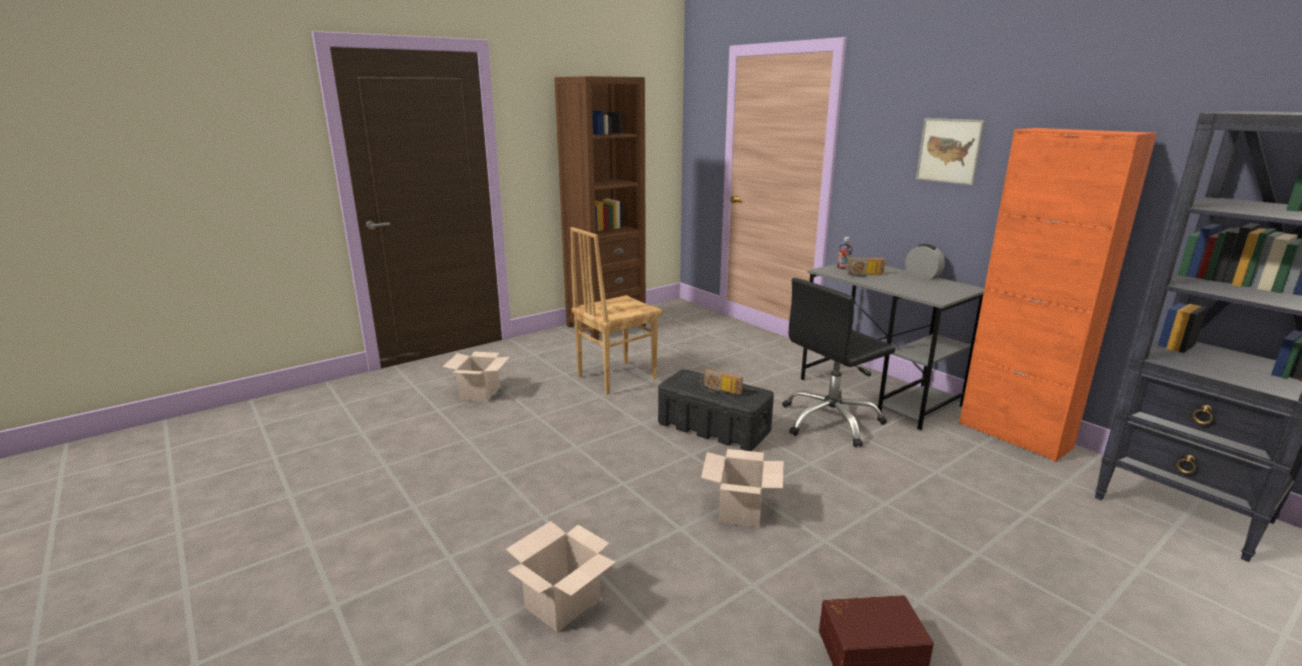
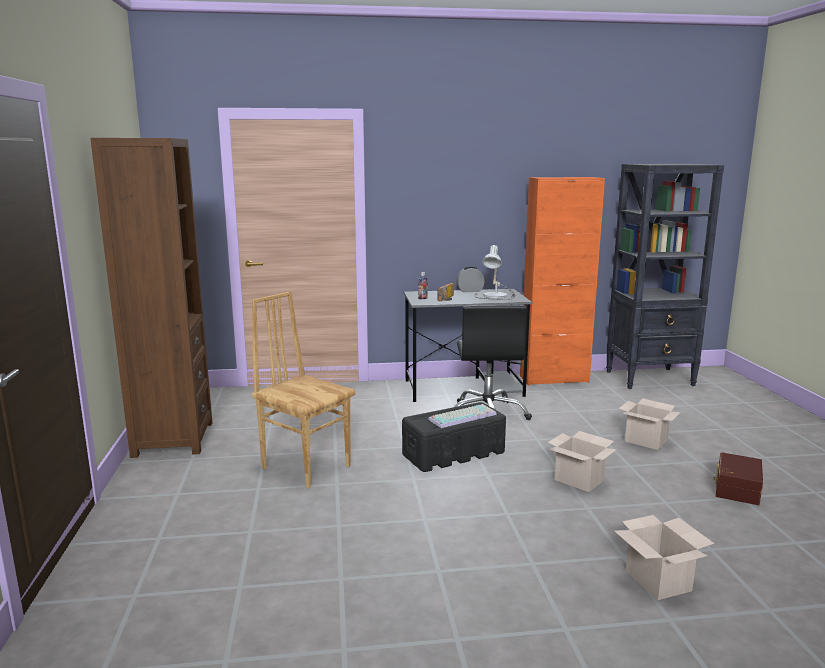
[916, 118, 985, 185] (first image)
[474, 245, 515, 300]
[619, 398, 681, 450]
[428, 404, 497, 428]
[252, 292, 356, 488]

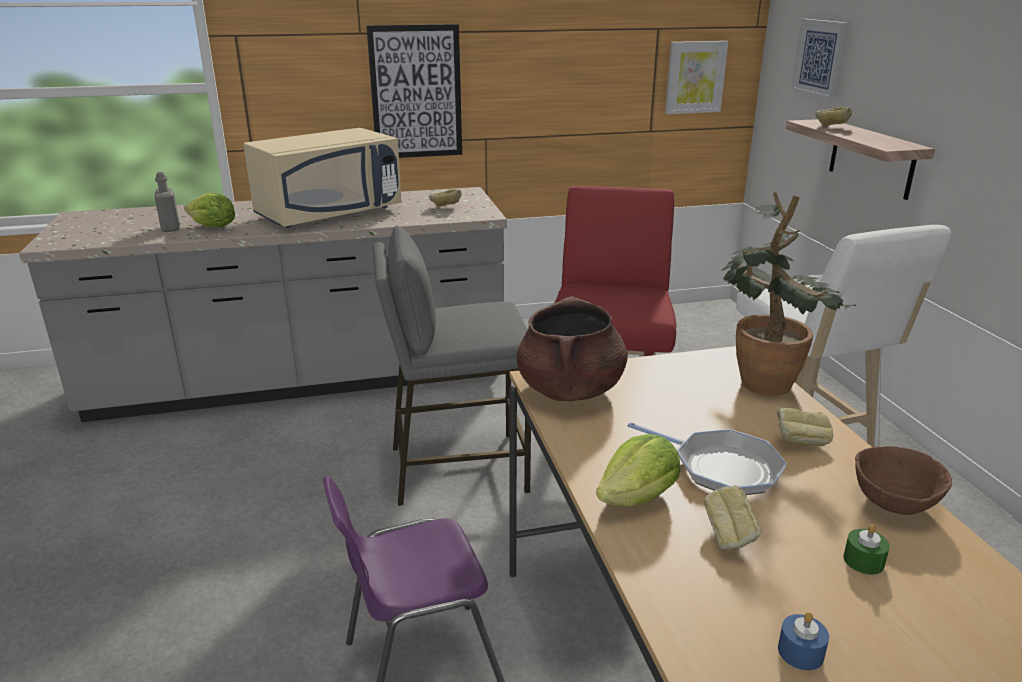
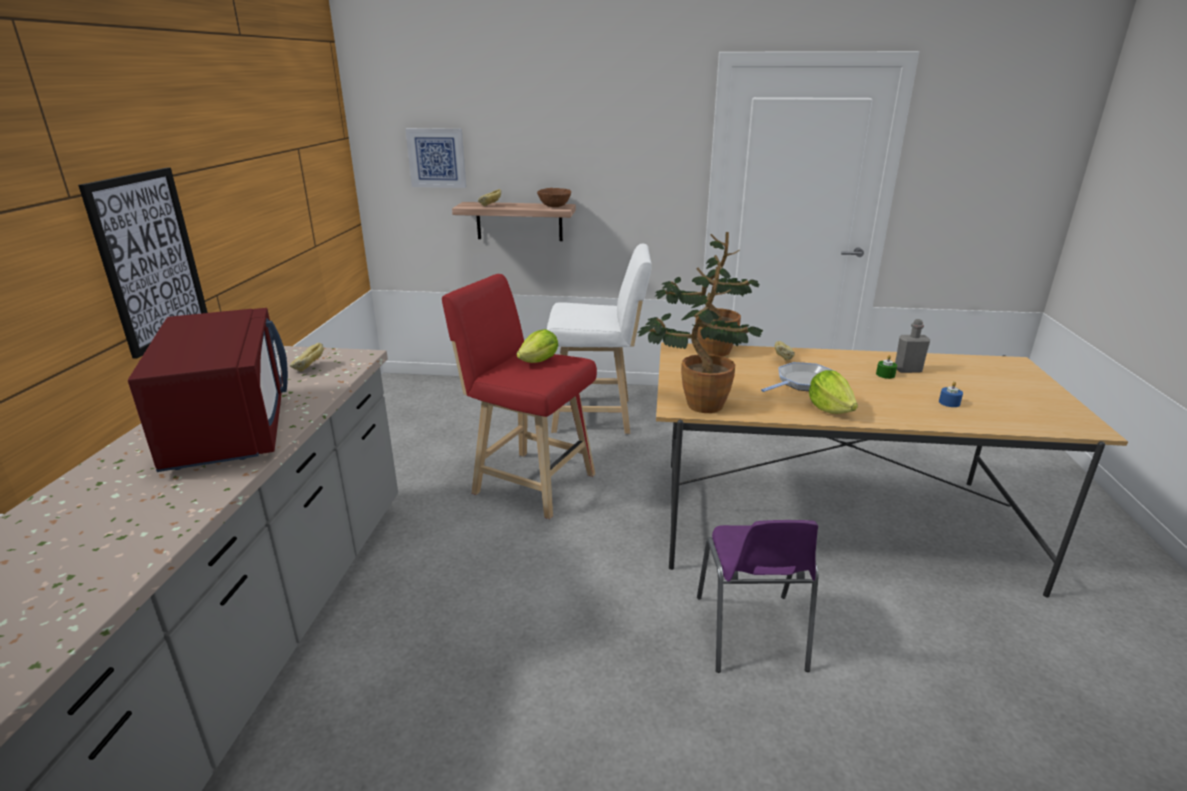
[373, 226, 531, 506] (first image)
[665, 41, 728, 114] (first image)
[704, 486, 762, 551] (first image)
[895, 319, 930, 373]
[516, 329, 558, 363]
[537, 188, 571, 207]
[638, 267, 763, 413]
[128, 308, 288, 472]

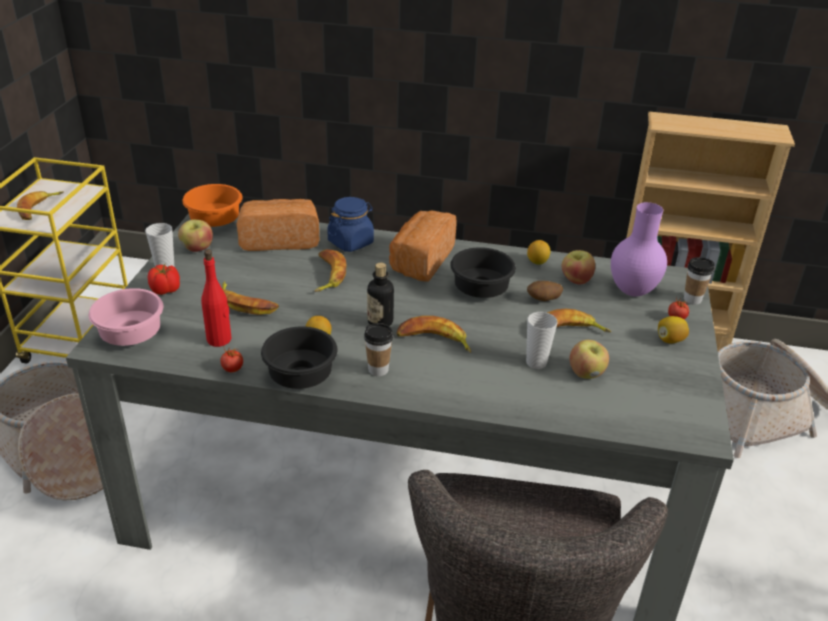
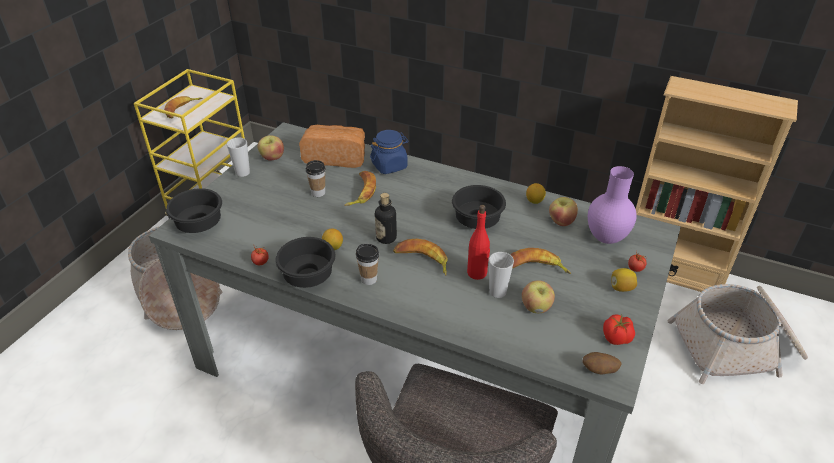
[182, 184, 242, 227] (first image)
[222, 281, 279, 315] (first image)
[389, 211, 457, 282] (first image)
[603, 314, 635, 345]
[467, 205, 490, 280]
[582, 352, 622, 374]
[306, 160, 326, 197]
[166, 188, 222, 233]

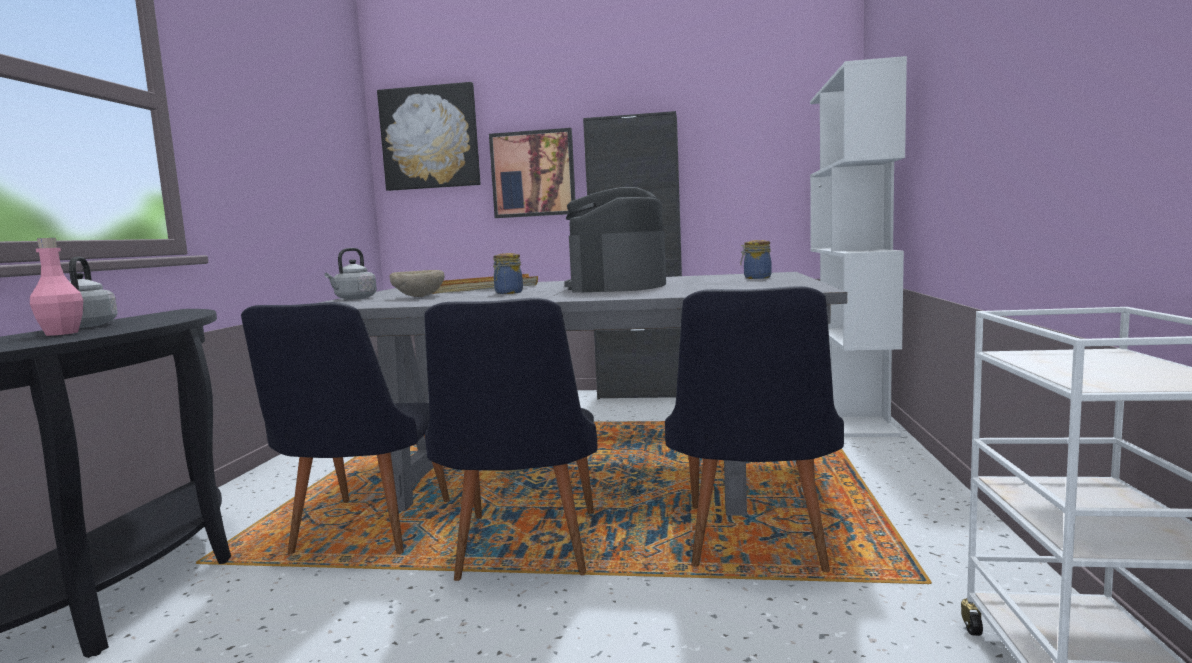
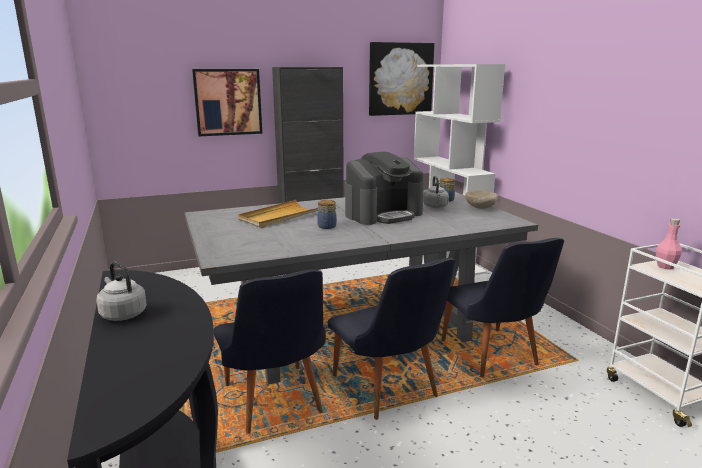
[656, 218, 682, 270]
[423, 176, 449, 208]
[369, 42, 434, 116]
[465, 190, 498, 209]
[345, 152, 424, 225]

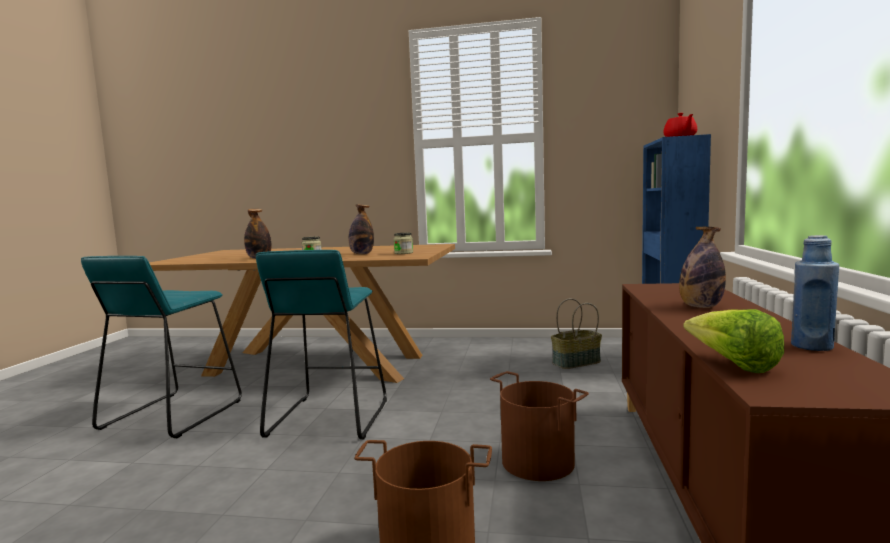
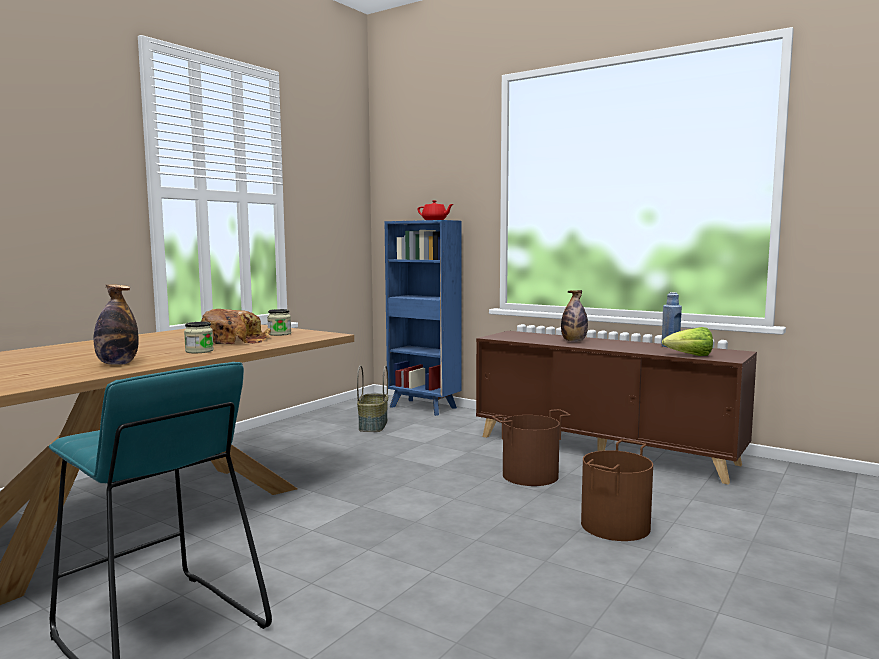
[256, 250, 387, 440] (first image)
[201, 309, 271, 344]

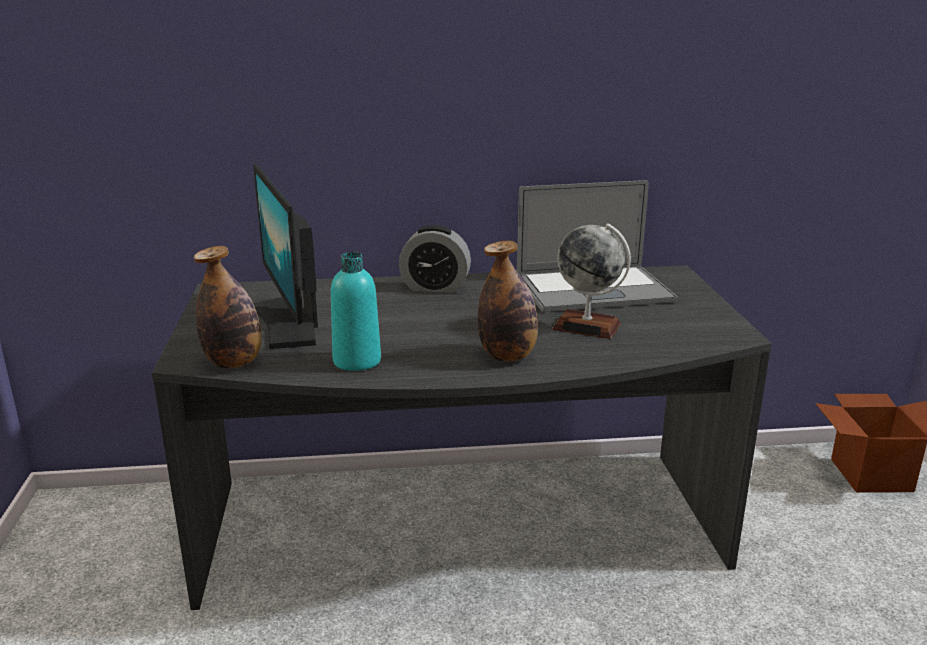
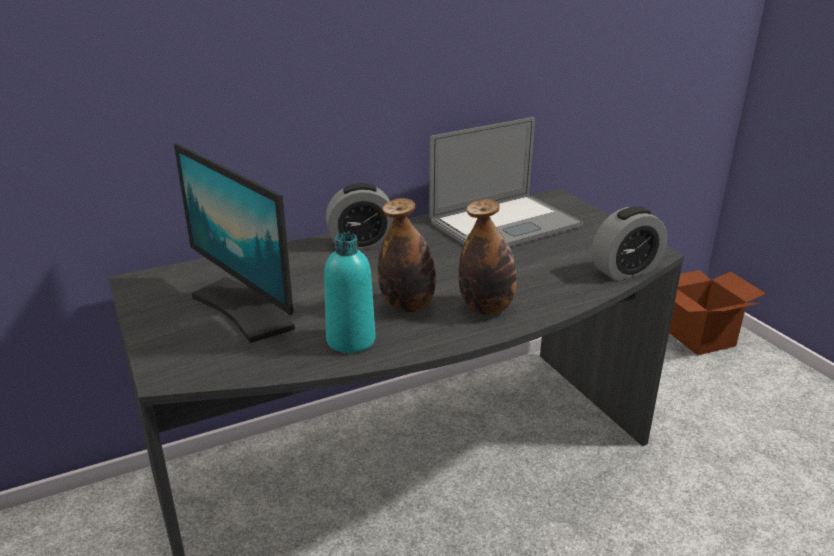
[552, 223, 631, 339] (first image)
[592, 206, 667, 281]
[378, 198, 436, 313]

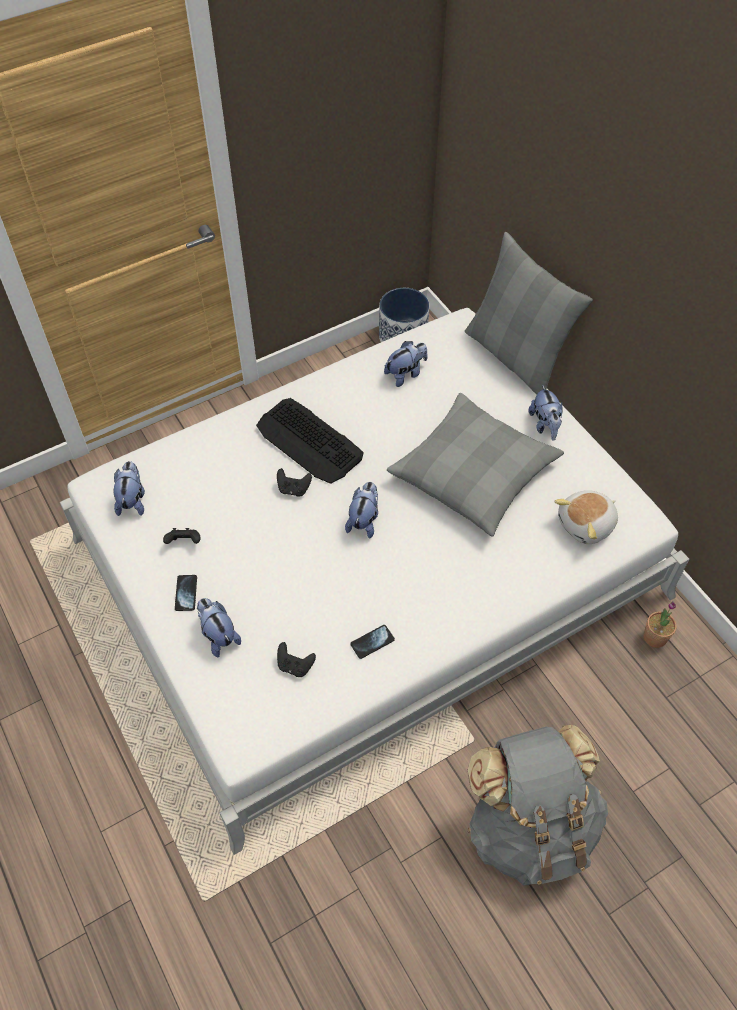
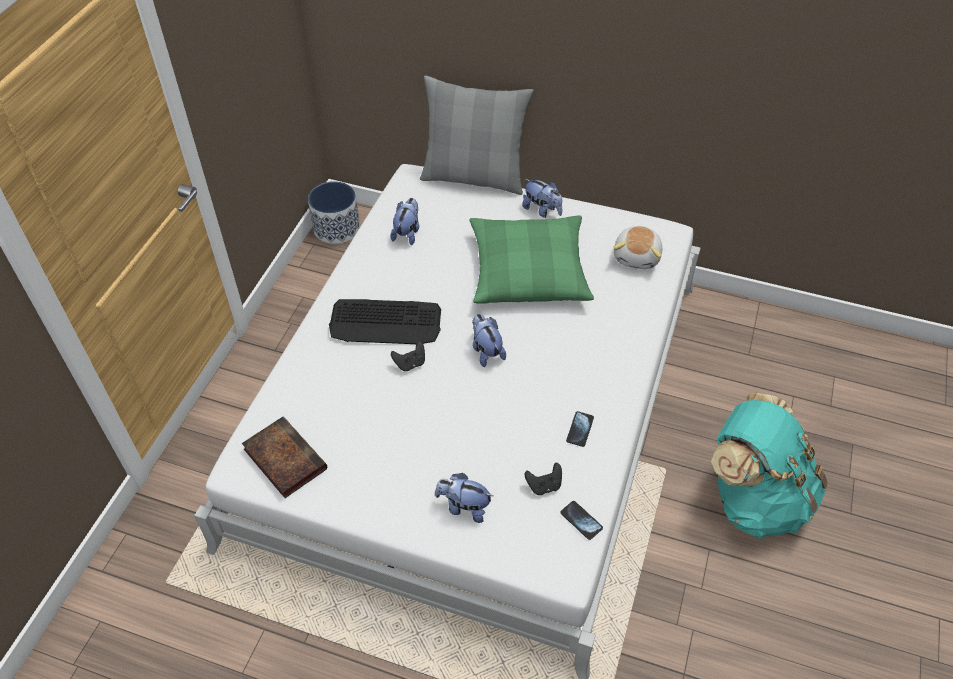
[163, 528, 200, 544] (first image)
[643, 601, 677, 648] (first image)
[560, 501, 603, 540]
[242, 417, 327, 498]
[470, 215, 594, 304]
[711, 392, 828, 539]

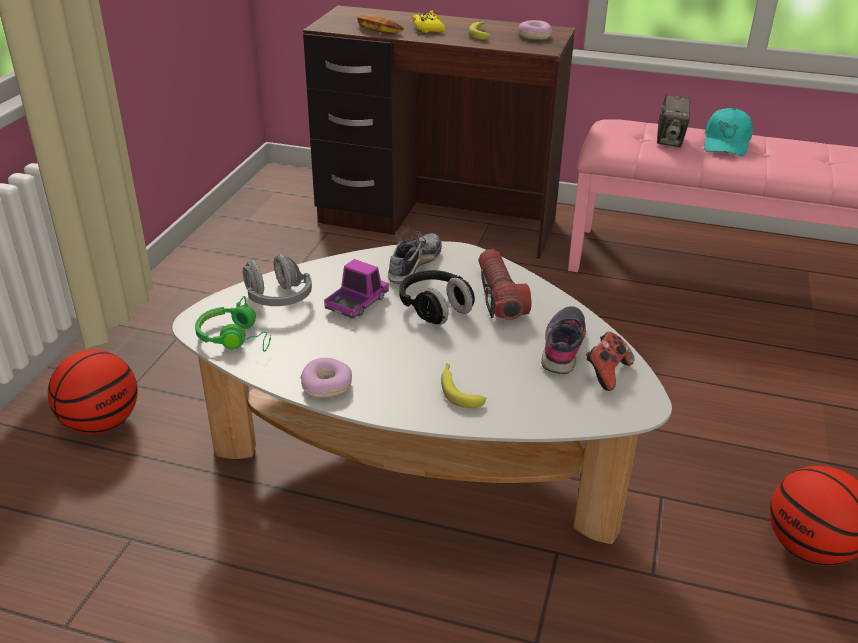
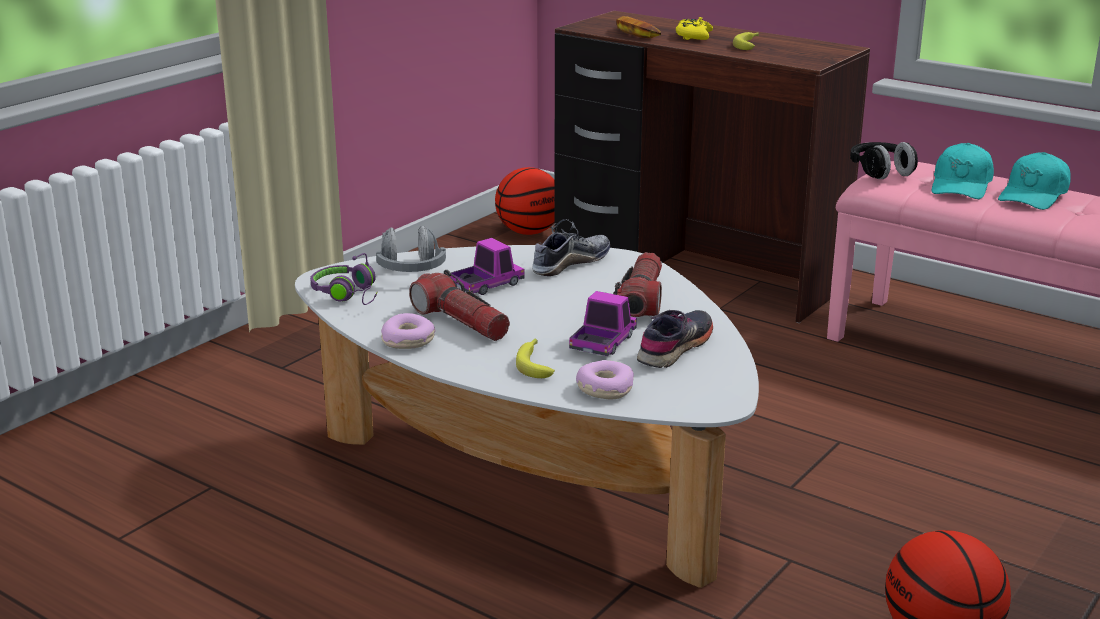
[586, 332, 635, 391] (first image)
[409, 270, 510, 341]
[569, 291, 637, 356]
[495, 167, 555, 235]
[850, 142, 918, 179]
[576, 360, 634, 399]
[931, 143, 994, 199]
[310, 253, 378, 305]

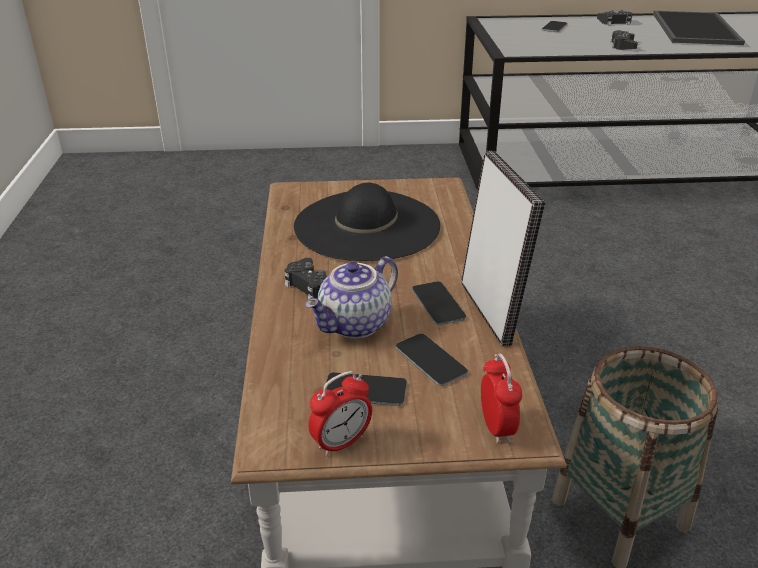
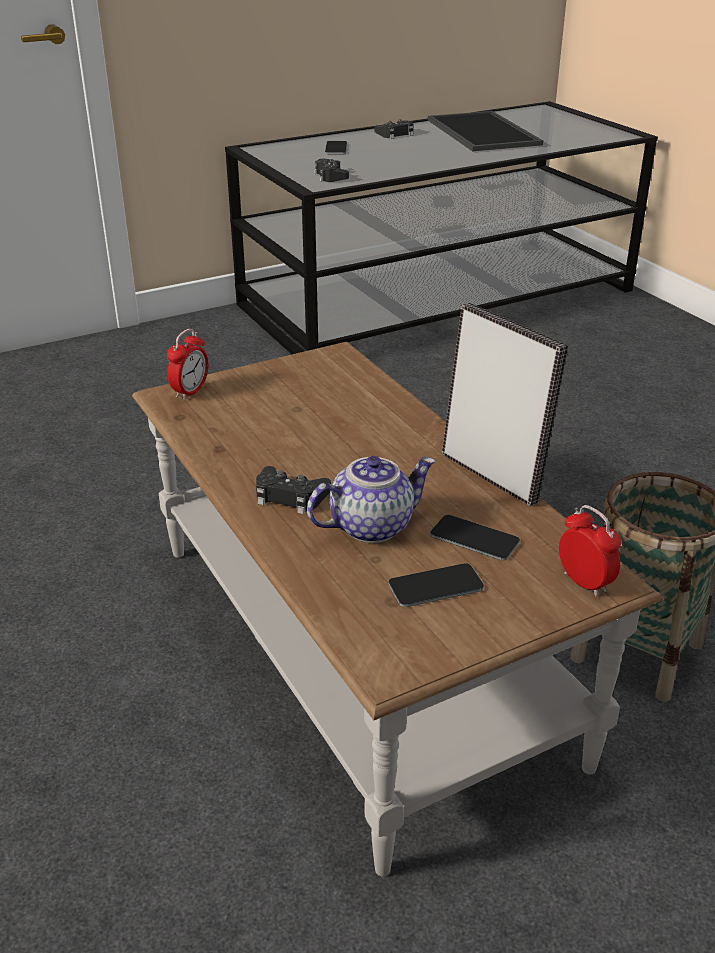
[294, 183, 440, 261] (first image)
[412, 281, 466, 325] (first image)
[167, 329, 208, 400]
[314, 158, 349, 182]
[307, 456, 436, 543]

